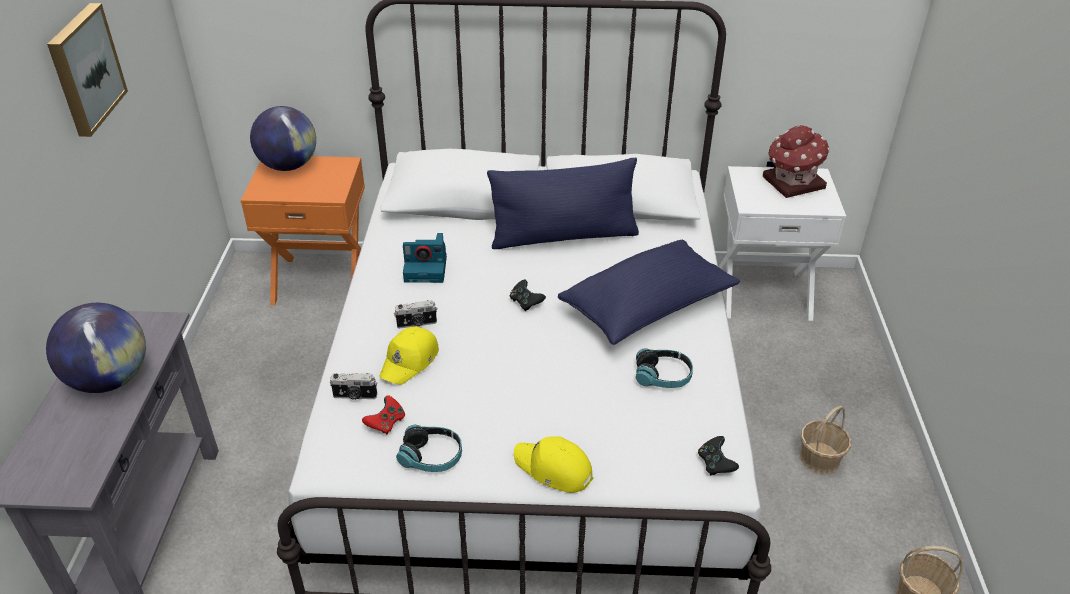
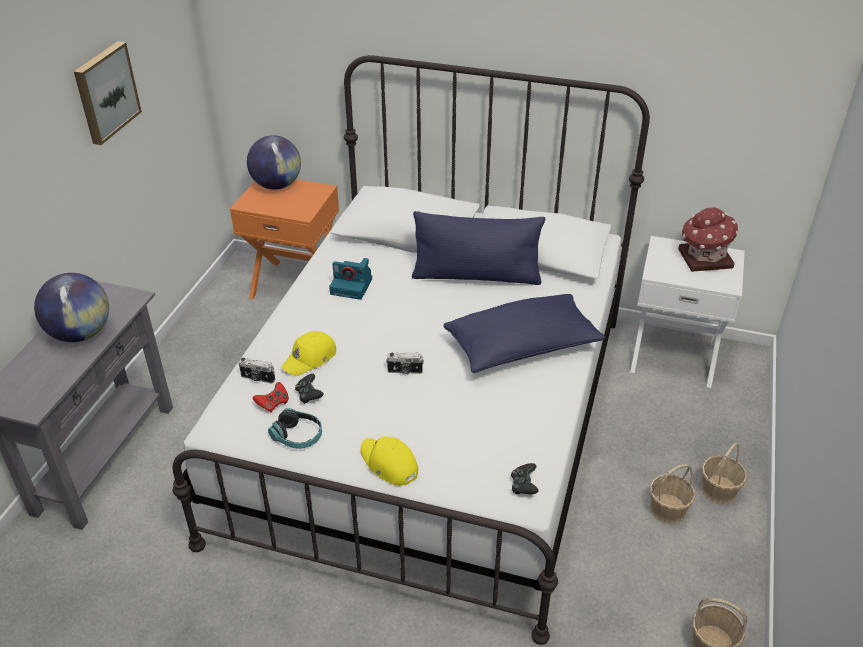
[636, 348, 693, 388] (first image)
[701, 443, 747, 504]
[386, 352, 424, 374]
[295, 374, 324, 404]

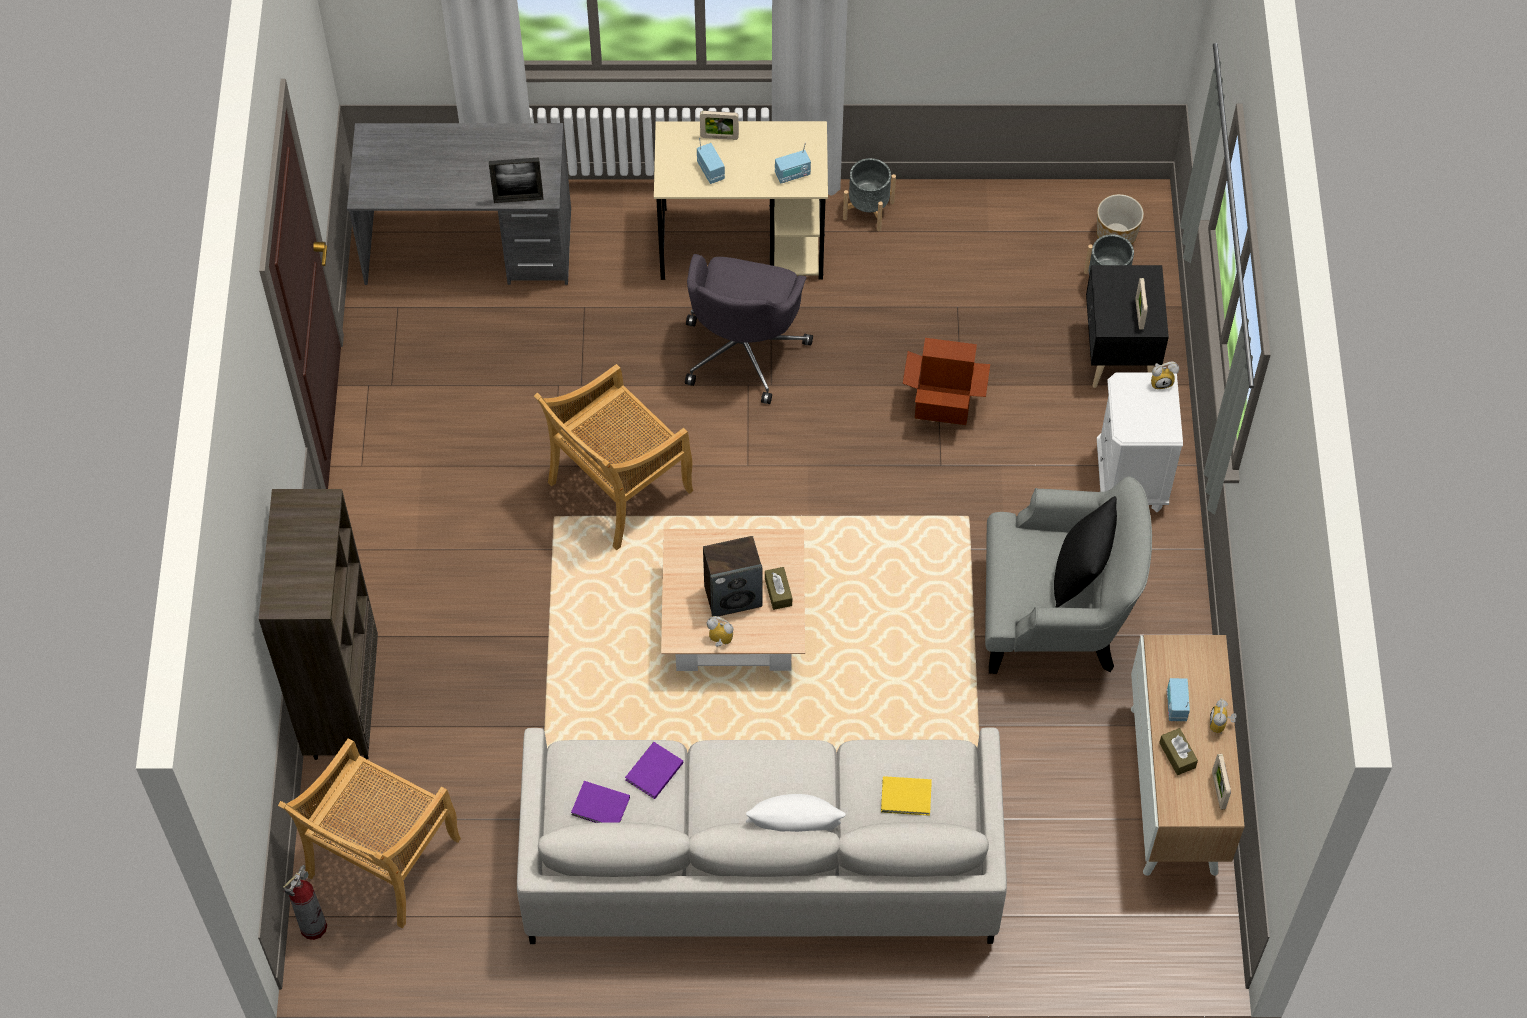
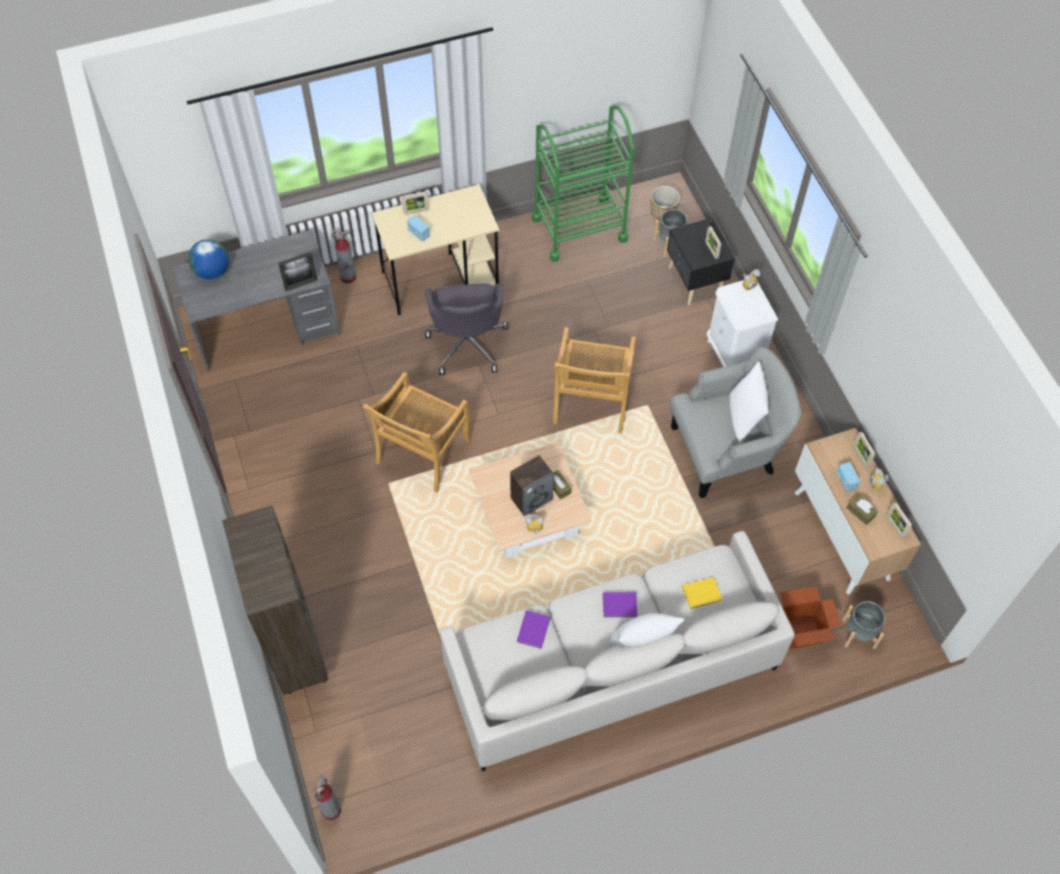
[775, 142, 811, 183] (first image)
[188, 239, 229, 279]
[330, 230, 356, 284]
[532, 106, 634, 262]
[853, 432, 875, 468]
[553, 327, 636, 433]
[603, 592, 637, 617]
[842, 601, 885, 649]
[780, 586, 841, 649]
[730, 361, 769, 444]

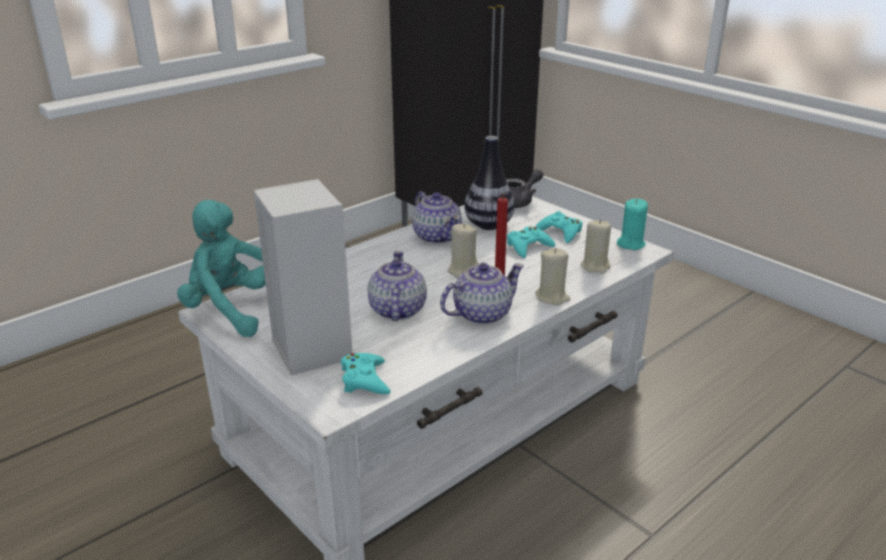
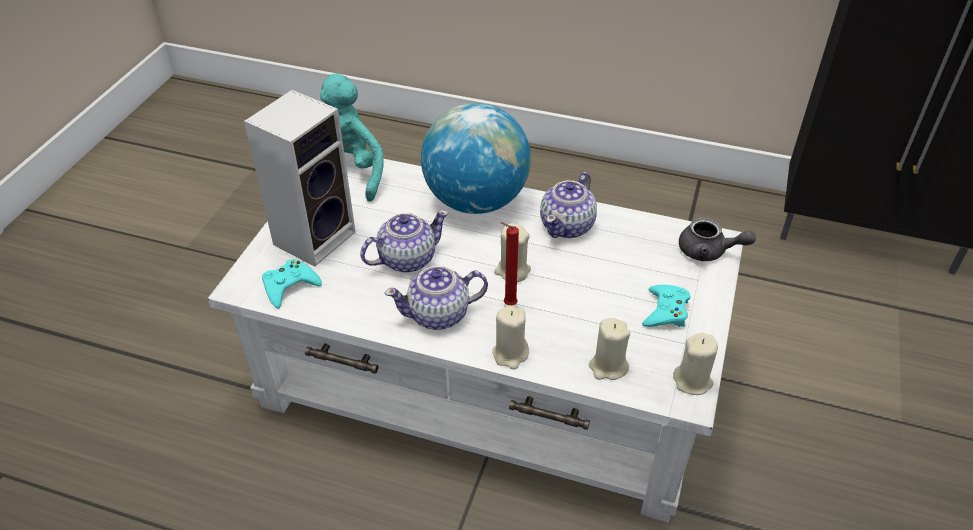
[464, 136, 515, 230] (first image)
[507, 226, 555, 258] (first image)
[421, 103, 531, 214]
[673, 333, 718, 395]
[384, 266, 488, 330]

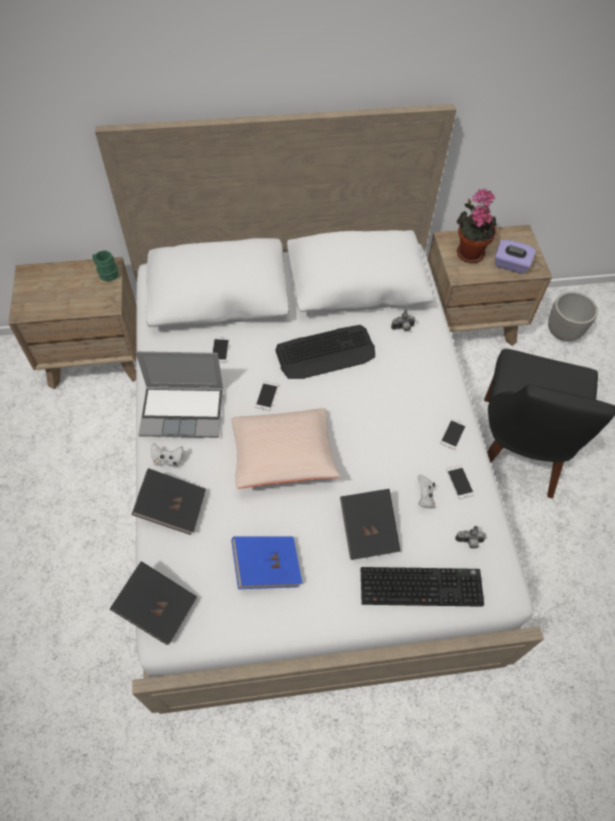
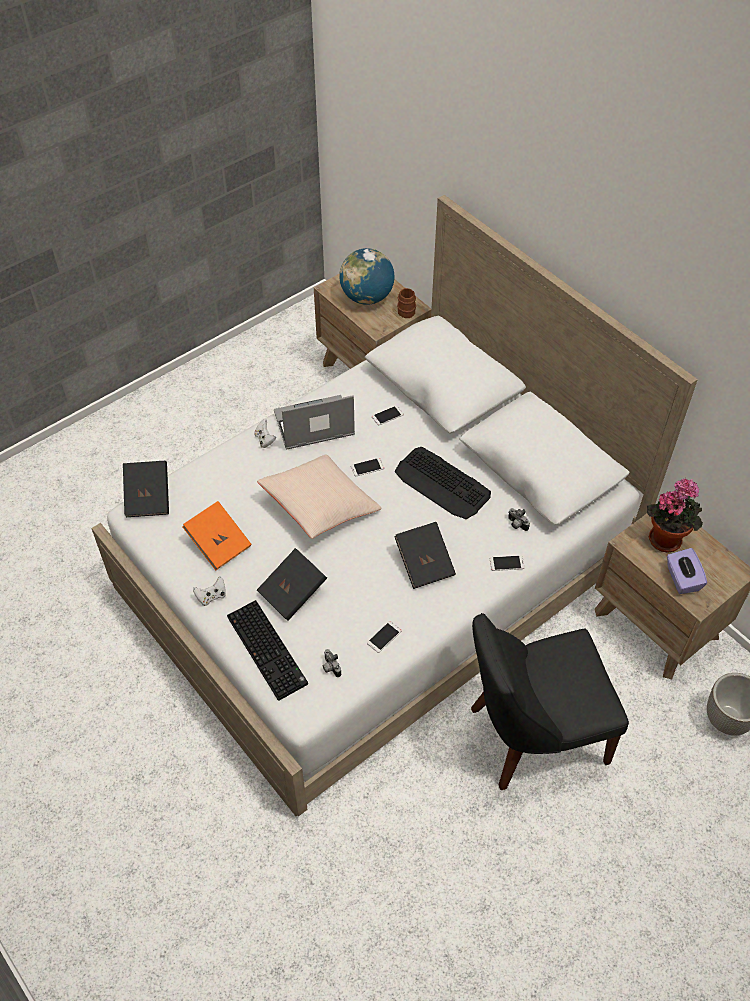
[339, 248, 394, 305]
[394, 522, 456, 589]
[193, 576, 226, 606]
[490, 555, 525, 571]
[397, 288, 416, 318]
[182, 501, 252, 570]
[274, 395, 355, 450]

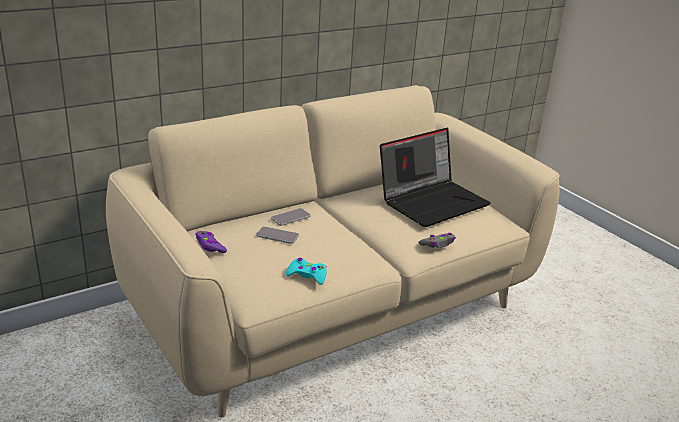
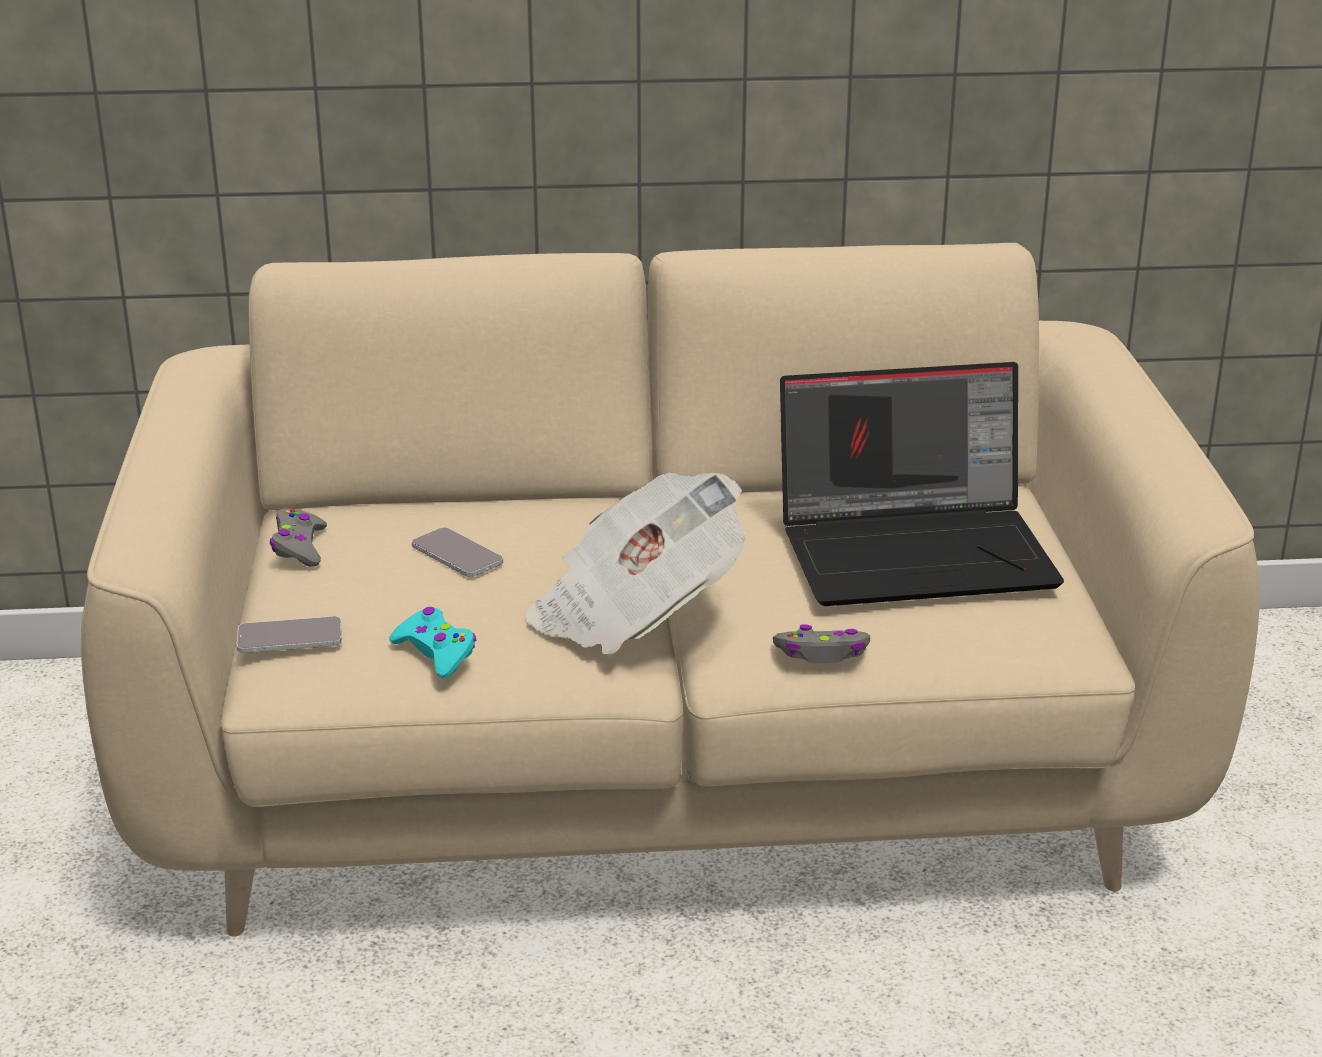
[526, 473, 746, 654]
[237, 616, 342, 653]
[270, 508, 327, 567]

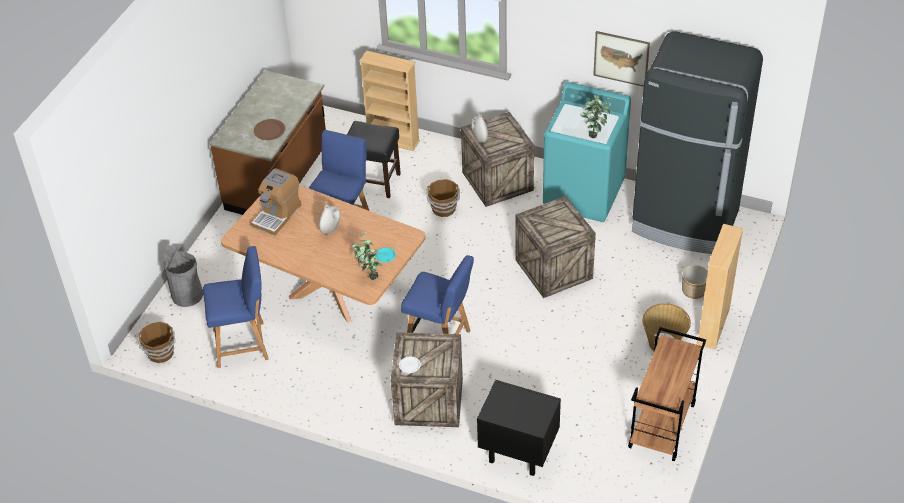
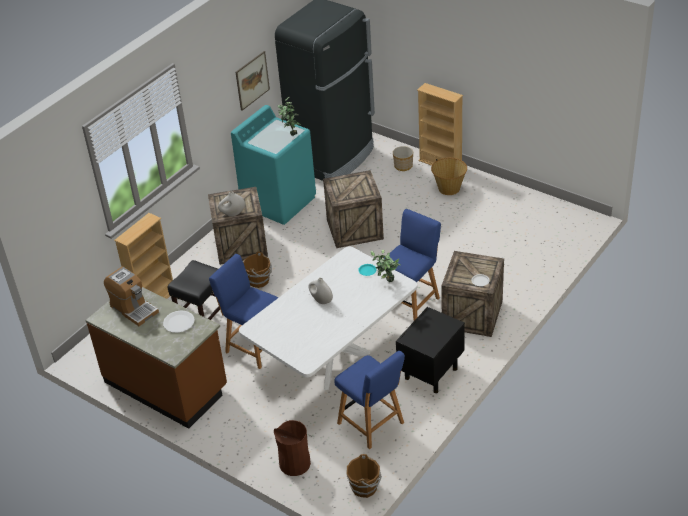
[628, 327, 706, 461] (first image)
[104, 267, 159, 326]
[396, 307, 465, 393]
[274, 420, 311, 476]
[239, 246, 417, 390]
[163, 310, 195, 333]
[334, 351, 405, 449]

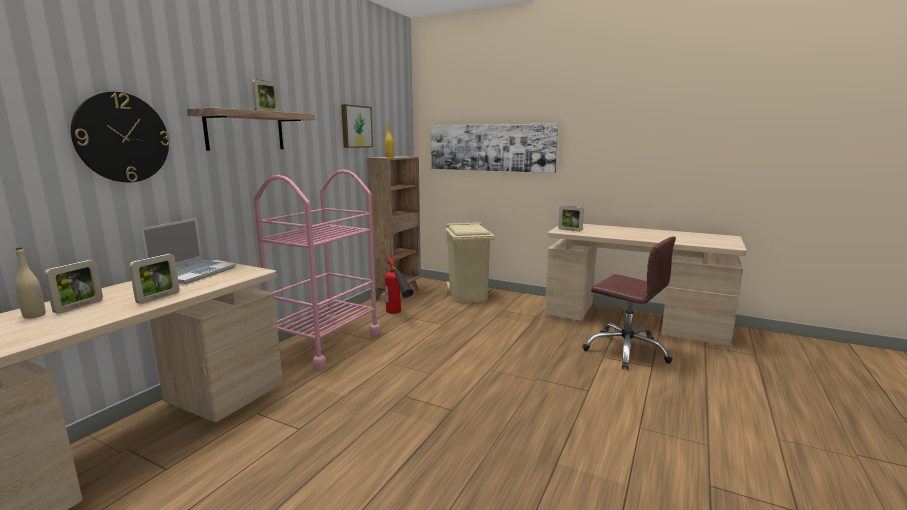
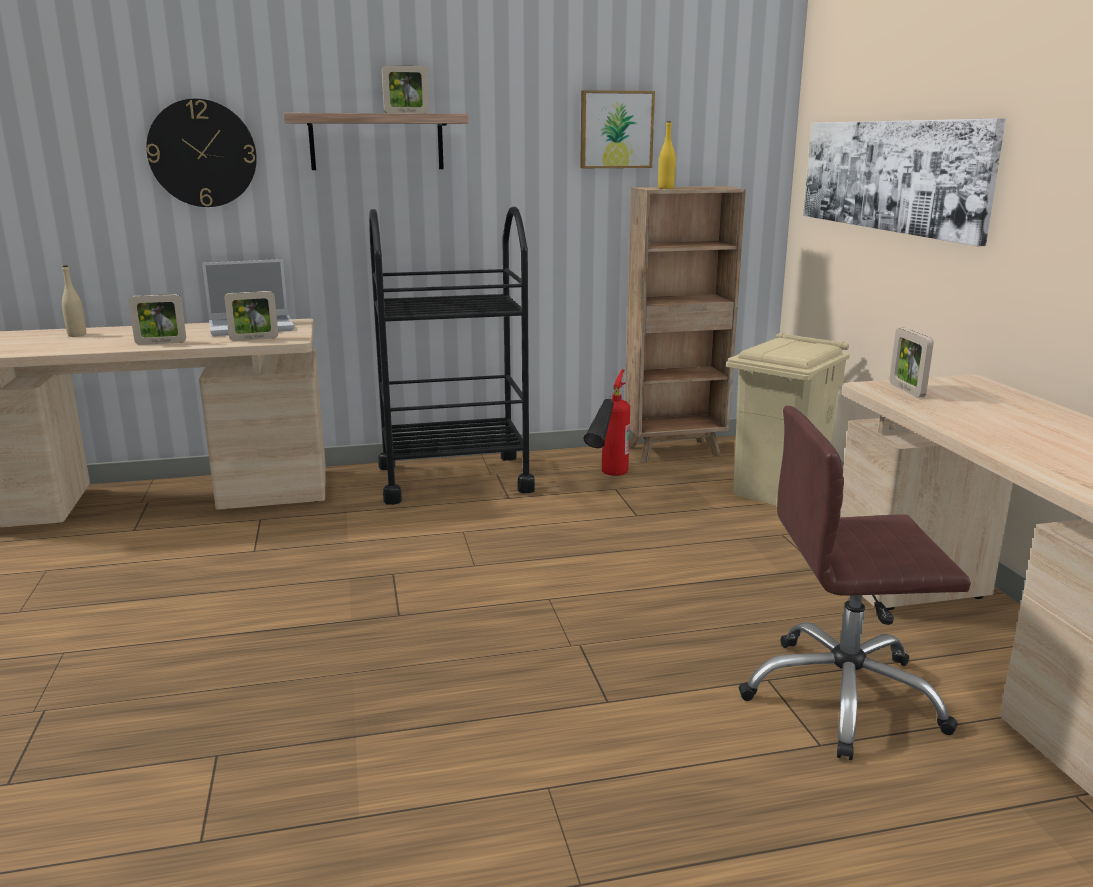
[224, 291, 278, 341]
[369, 206, 535, 505]
[739, 406, 971, 760]

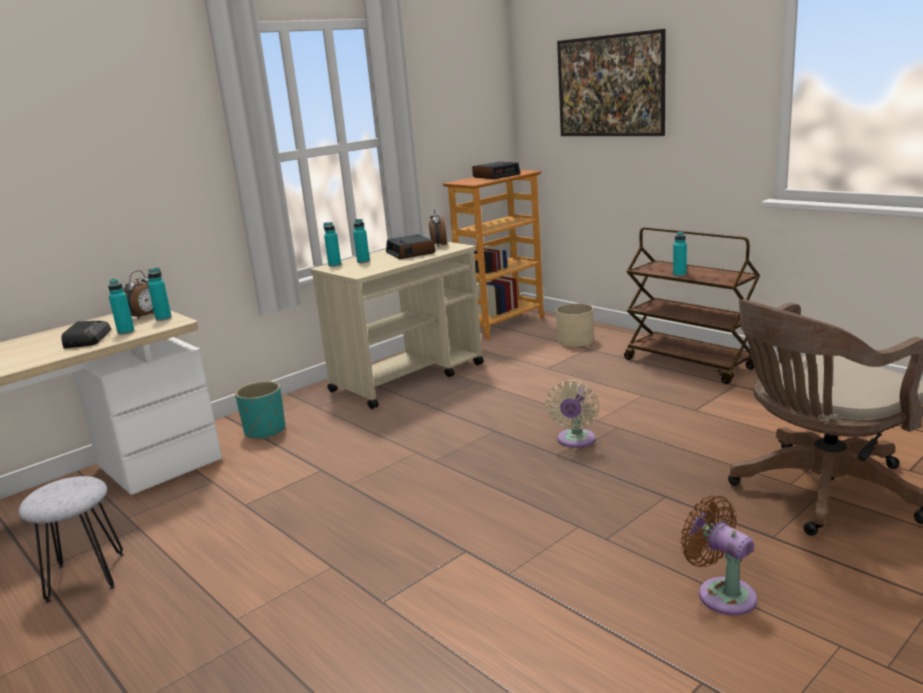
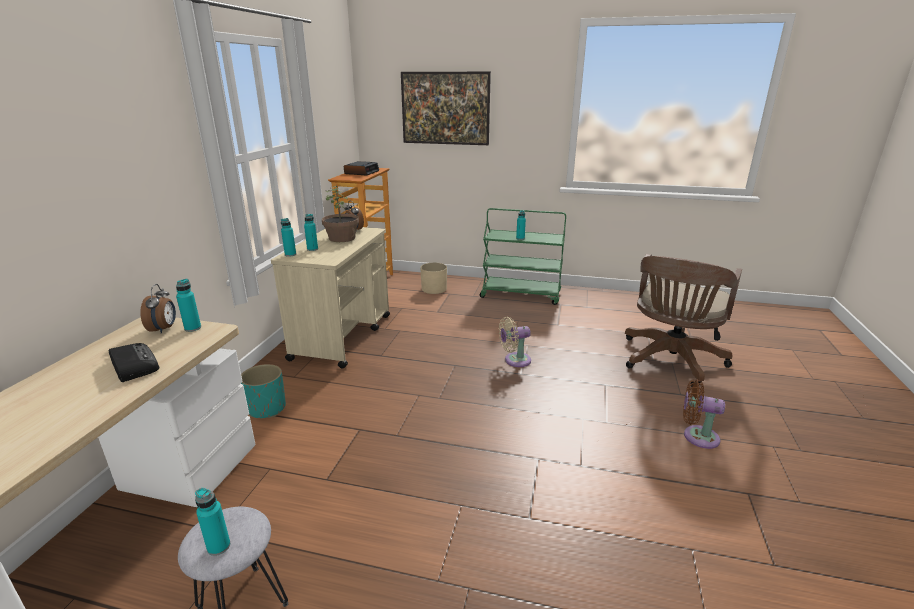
[195, 488, 230, 556]
[322, 185, 359, 242]
[479, 208, 566, 305]
[499, 317, 531, 367]

